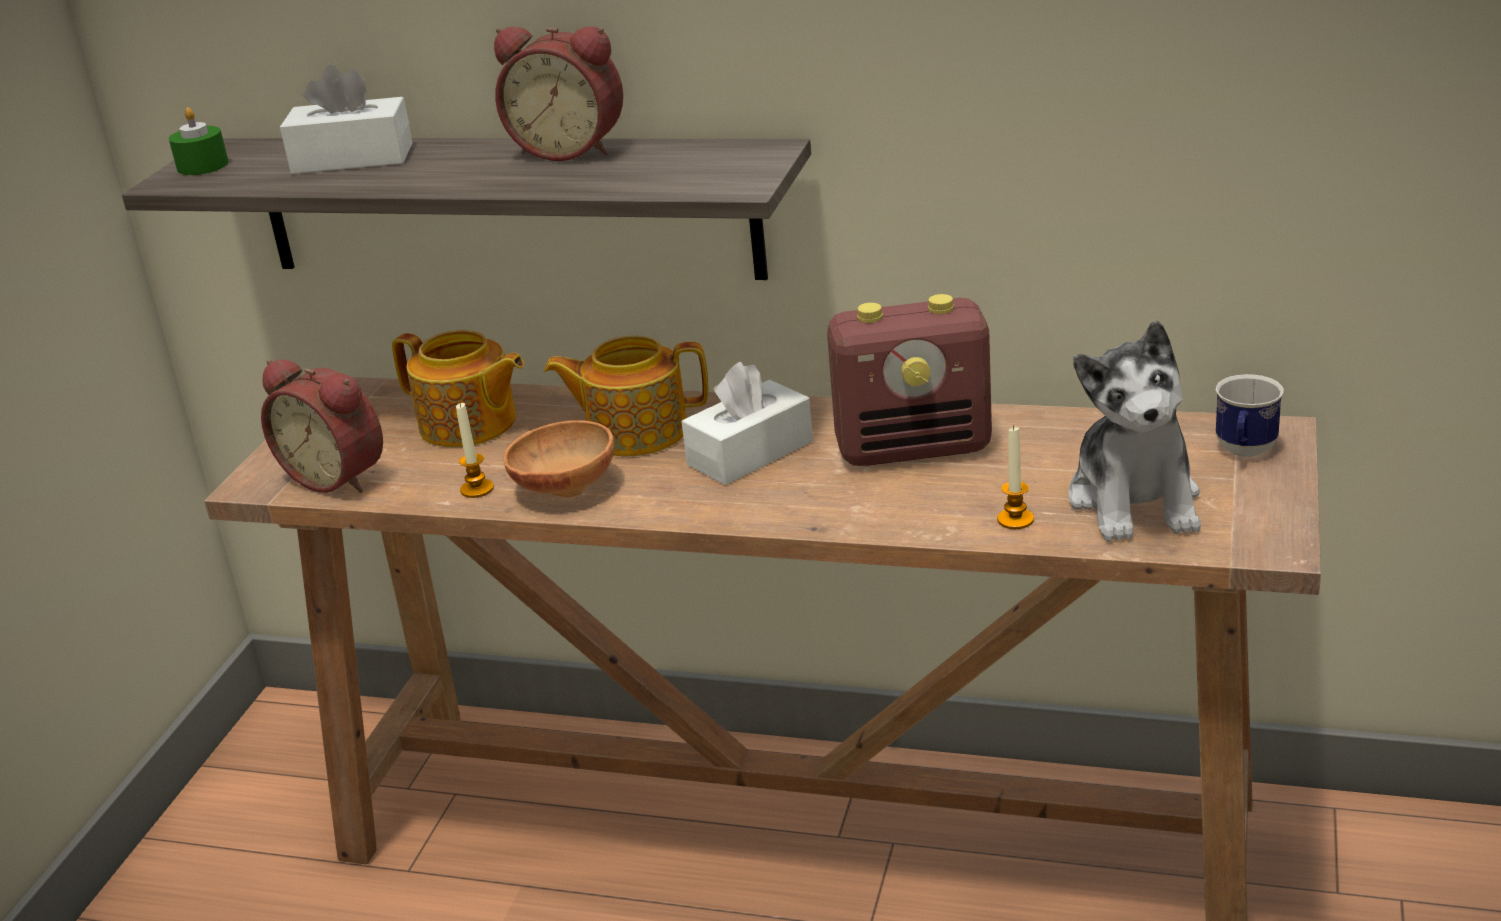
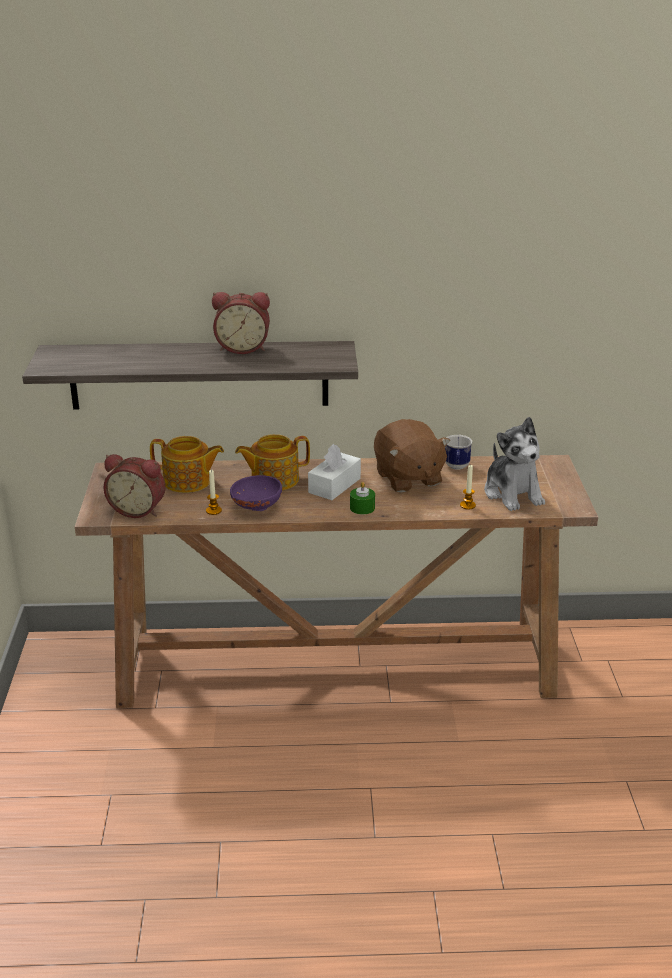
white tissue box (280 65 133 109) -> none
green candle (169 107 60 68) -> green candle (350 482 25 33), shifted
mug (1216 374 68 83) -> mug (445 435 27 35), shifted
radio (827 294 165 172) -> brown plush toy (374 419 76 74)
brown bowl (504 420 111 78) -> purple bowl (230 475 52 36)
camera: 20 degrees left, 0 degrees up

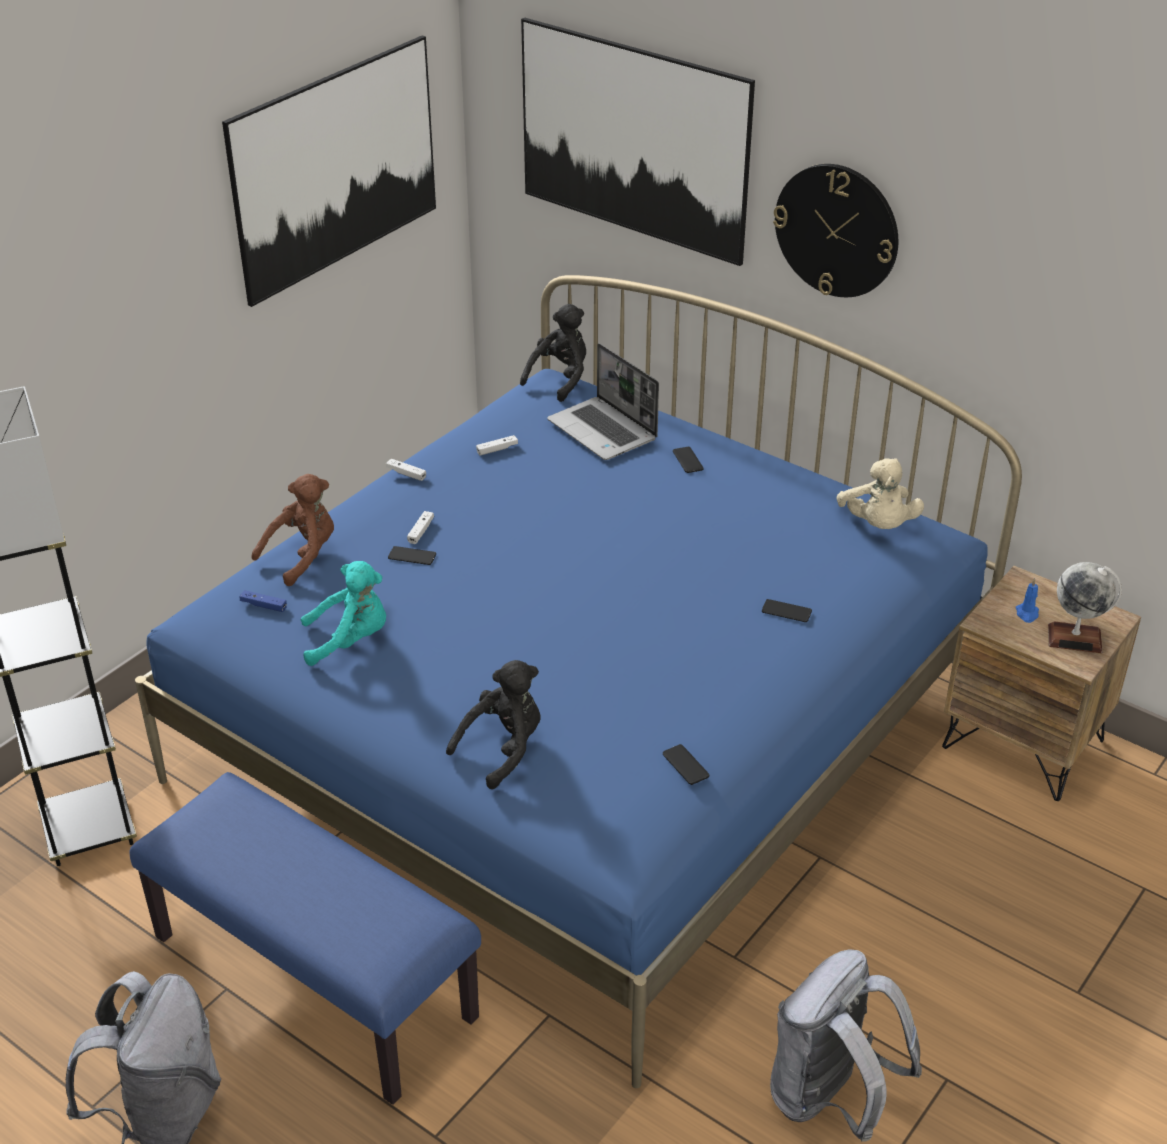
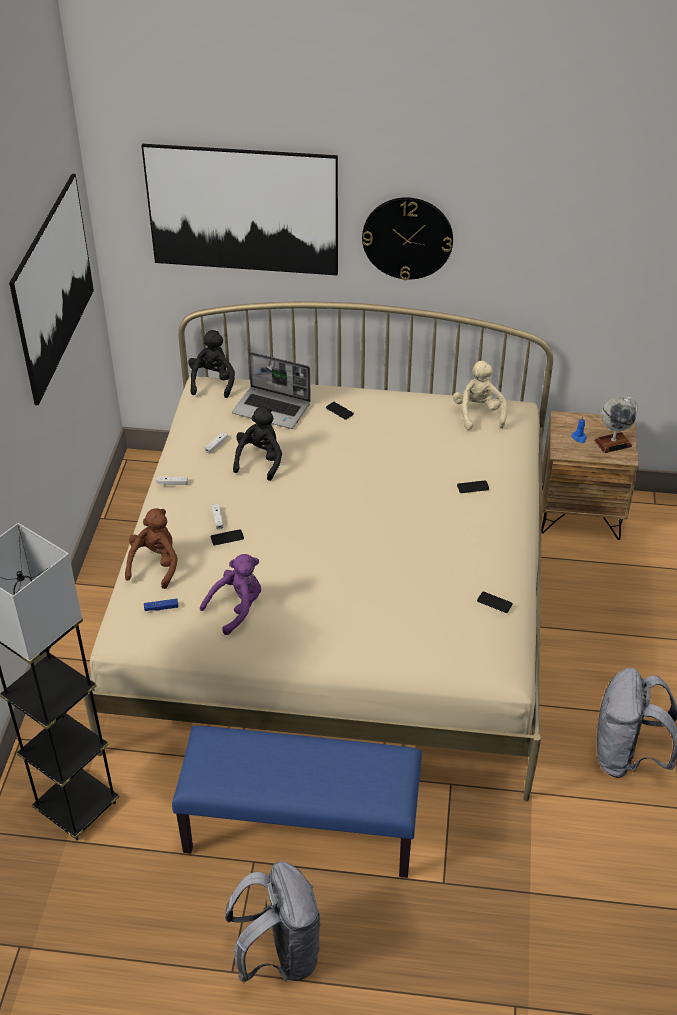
black plush toy (446 660 95 129) -> black plush toy (233 406 49 75), shifted
blue bed (135 275 887 813) -> beige bed (84 302 469 499)
turquoise plush toy (301 561 85 105) -> purple plush toy (200 554 61 81)
beige plush toy (836 458 88 71) -> beige plush toy (453 361 54 69), 150 degrees counterclockwise
camera: 30 degrees left, 5 degrees up

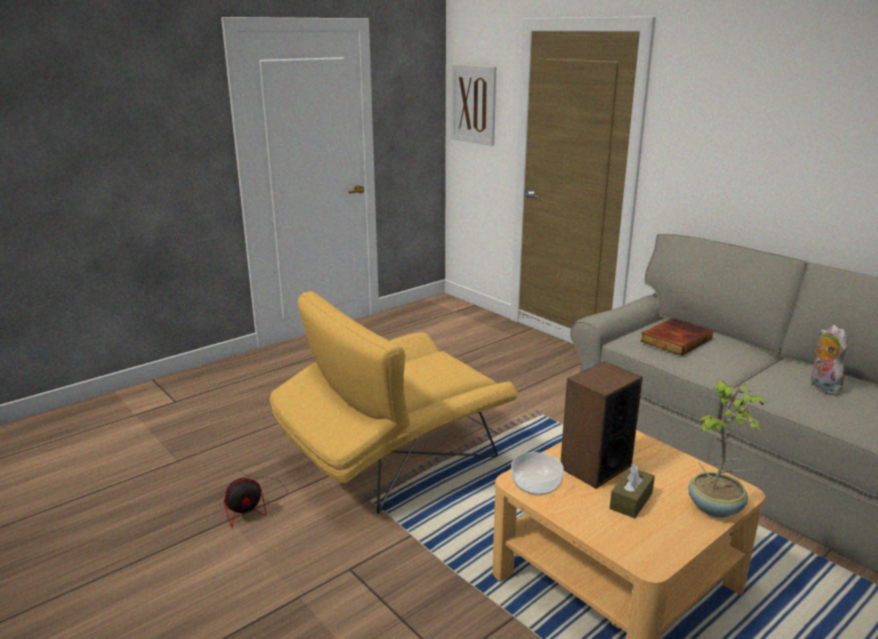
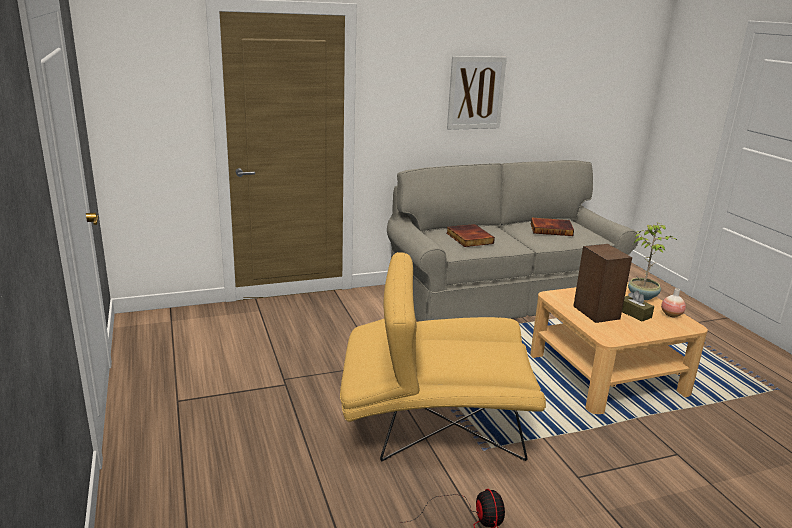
bowl (511 452 53 44) -> none
none -> vase (661 288 25 29)
picture (451 64 45 82) -> picture (447 56 60 74), shifted
plush toy (811 325 36 71) -> book (530 217 44 19)
yellow armchair (270 291 248 223) -> yellow armchair (340 252 206 210), 105 degrees clockwise
camera: 70 degrees left, 0 degrees up

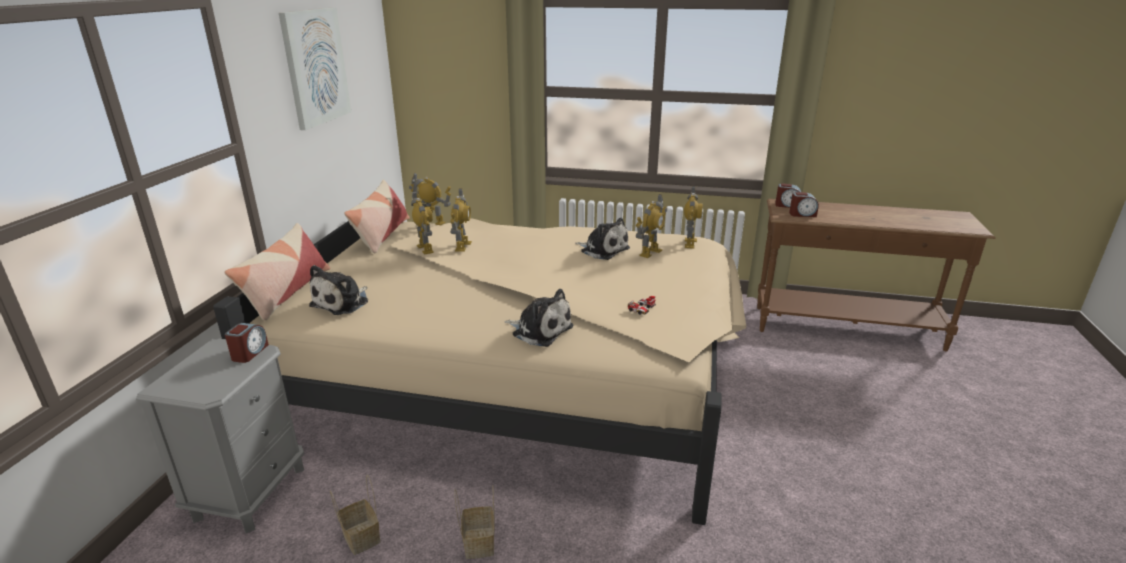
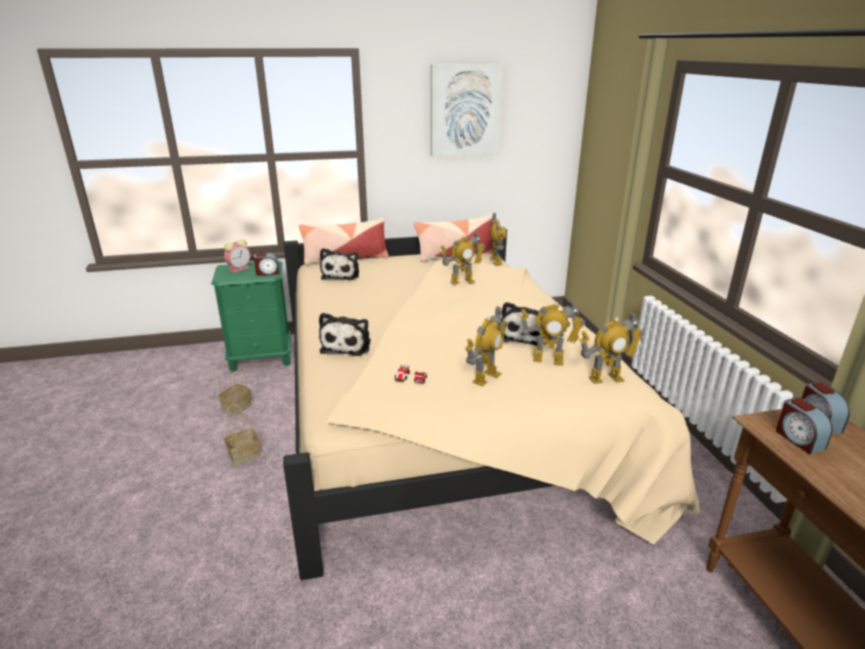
none -> alarm clock (224 239 26 33)
toy robot (411 191 23 64) -> toy robot (465 306 43 80), shifted
grey nightstand (136 338 168 195) -> green nightstand (211 261 80 111)
plush toy (309 265 59 50) -> plush toy (320 248 39 32), 90 degrees counterclockwise
camera: 65 degrees right, 0 degrees up

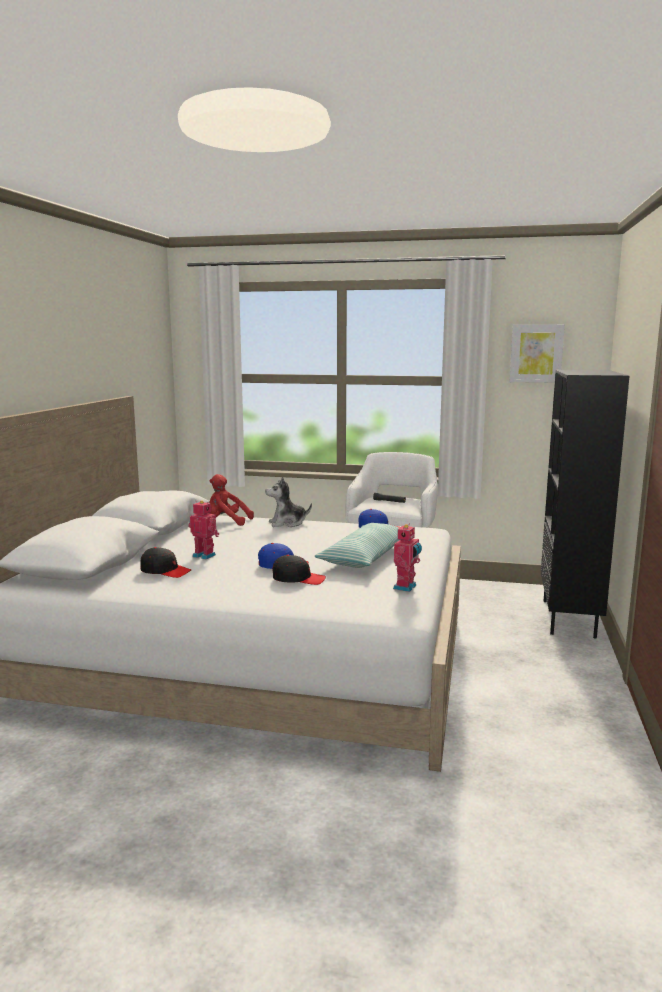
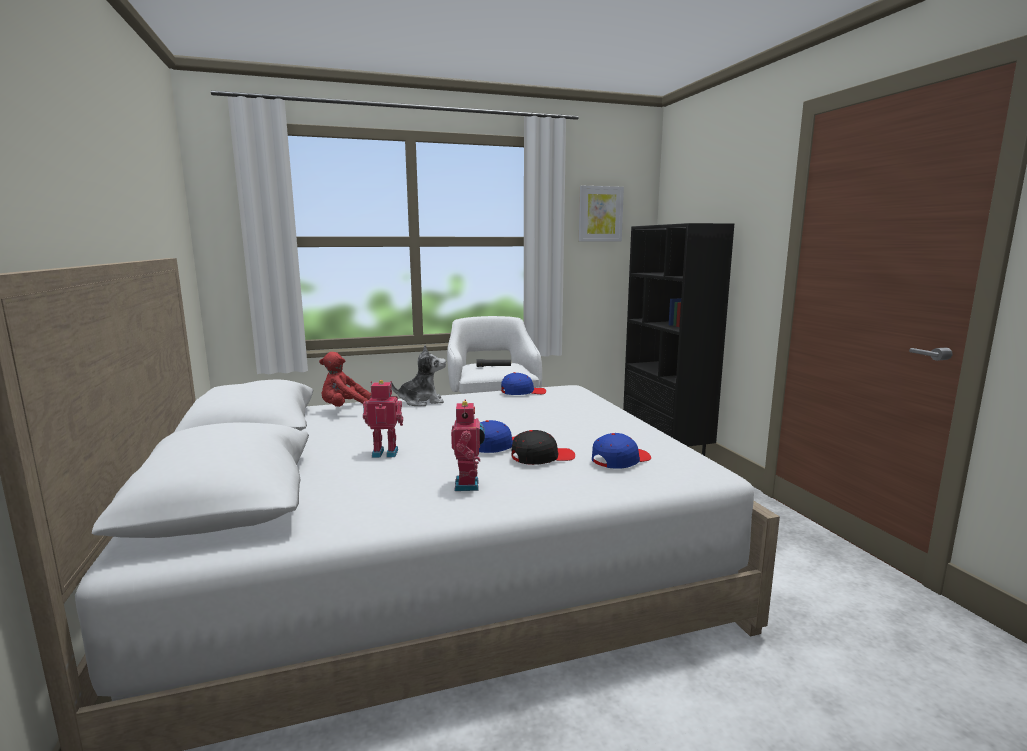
black cap (140 547 51 31) -> none
pillow (314 523 85 45) -> none
none -> blue cap (592 433 59 36)
toy robot (393 523 29 69) -> toy robot (451 400 34 91), shifted
plush toy (265 477 47 50) -> plush toy (392 345 54 61), 150 degrees counterclockwise
camera: 30 degrees left, 0 degrees up

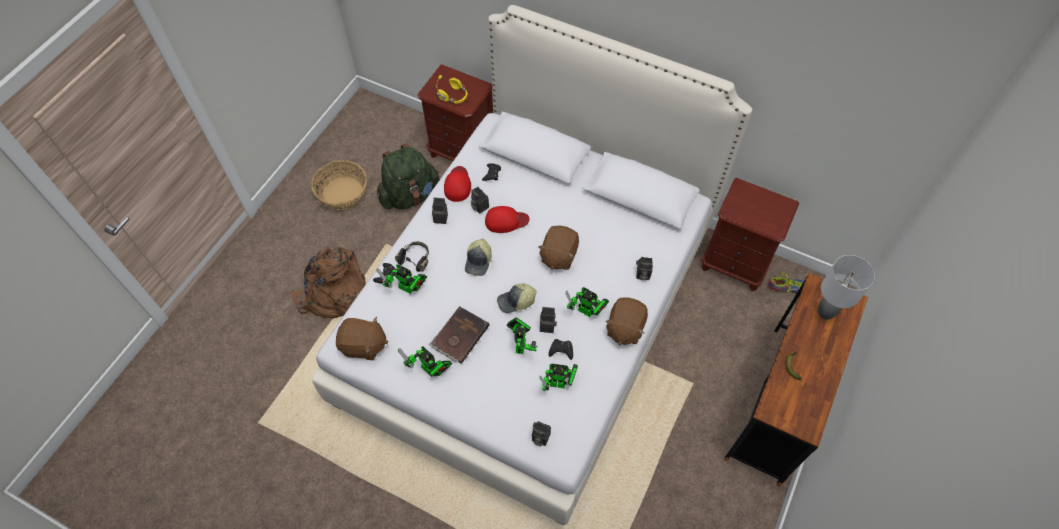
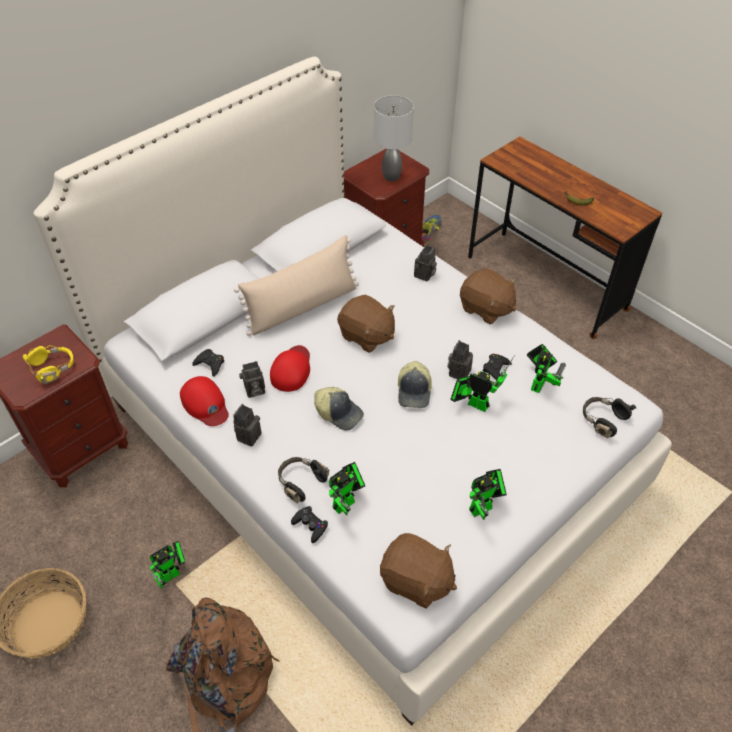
green backpack (377 143 63 67) -> none
brown book (429 306 60 58) -> none
none -> beige pillow (234 235 125 101)
toy robot (566 287 43 30) -> toy robot (148 541 38 47), shifted
grey table lamp (818 255 57 65) -> grey table lamp (374 95 40 86), shifted
photo camera (532 421 19 25) -> black headphones (583 397 53 41)
brown plush toy (336 317 52 43) -> brown plush toy (380 533 77 76), 90 degrees clockwise
red cap (444 166 27 36) -> red cap (180 376 49 50), 150 degrees counterclockwise
camera: 70 degrees left, 10 degrees down

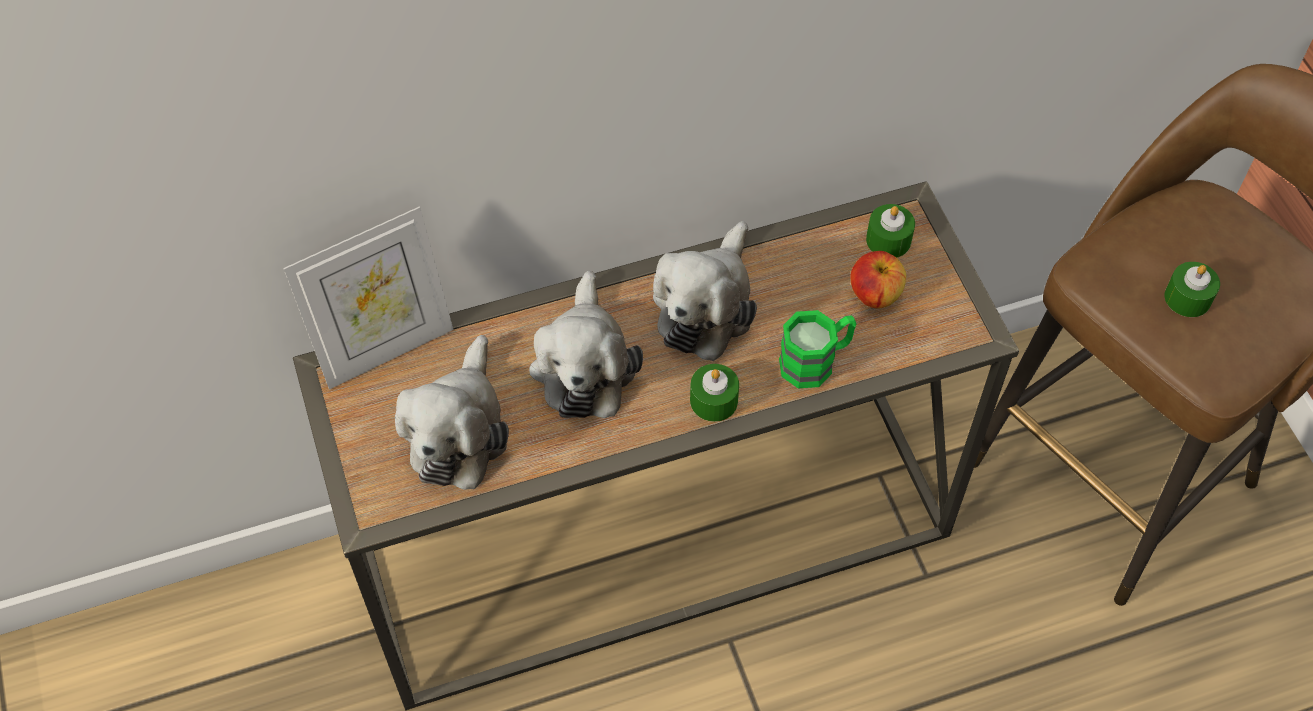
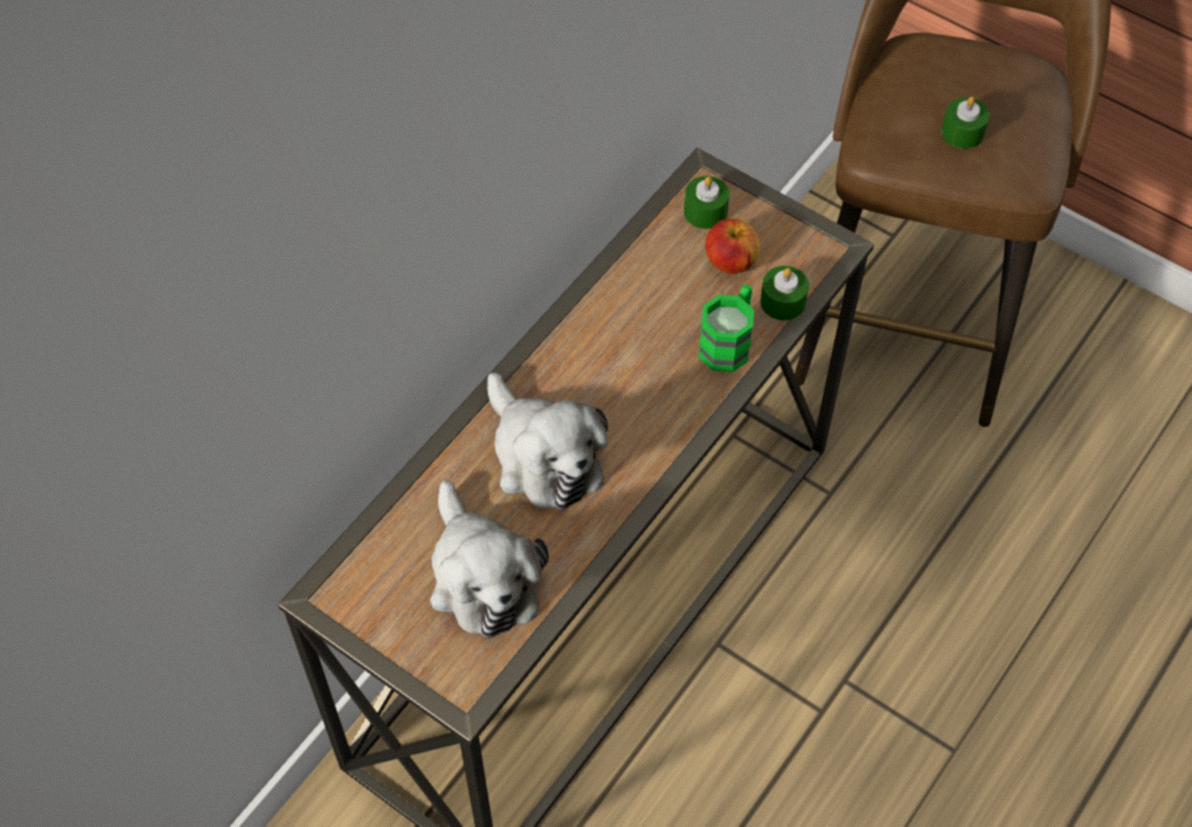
picture frame (283 206 171 183) -> none
plush toy (653 221 104 140) -> none
green candle (690 364 49 58) -> green candle (760 266 49 55), shifted
camera: 35 degrees left, 0 degrees up

